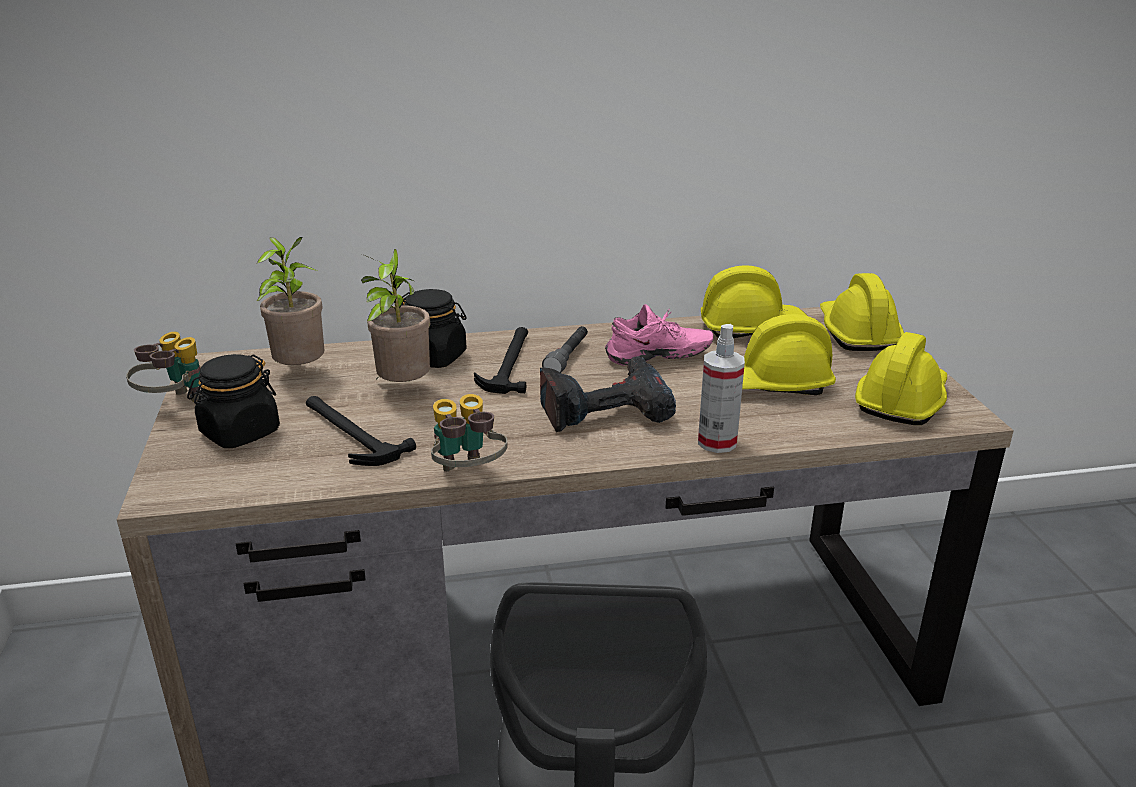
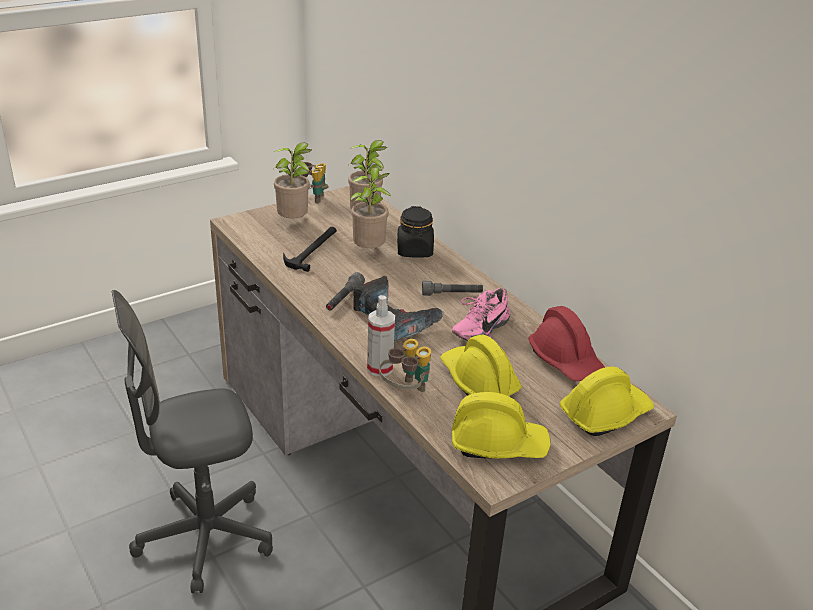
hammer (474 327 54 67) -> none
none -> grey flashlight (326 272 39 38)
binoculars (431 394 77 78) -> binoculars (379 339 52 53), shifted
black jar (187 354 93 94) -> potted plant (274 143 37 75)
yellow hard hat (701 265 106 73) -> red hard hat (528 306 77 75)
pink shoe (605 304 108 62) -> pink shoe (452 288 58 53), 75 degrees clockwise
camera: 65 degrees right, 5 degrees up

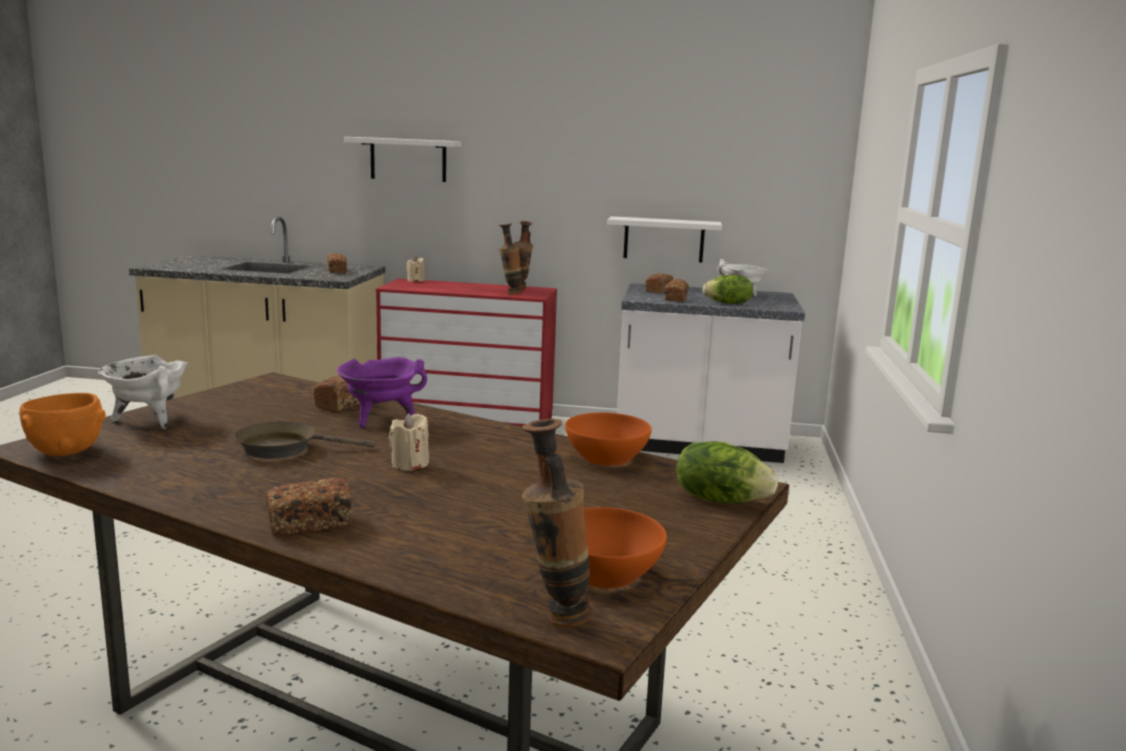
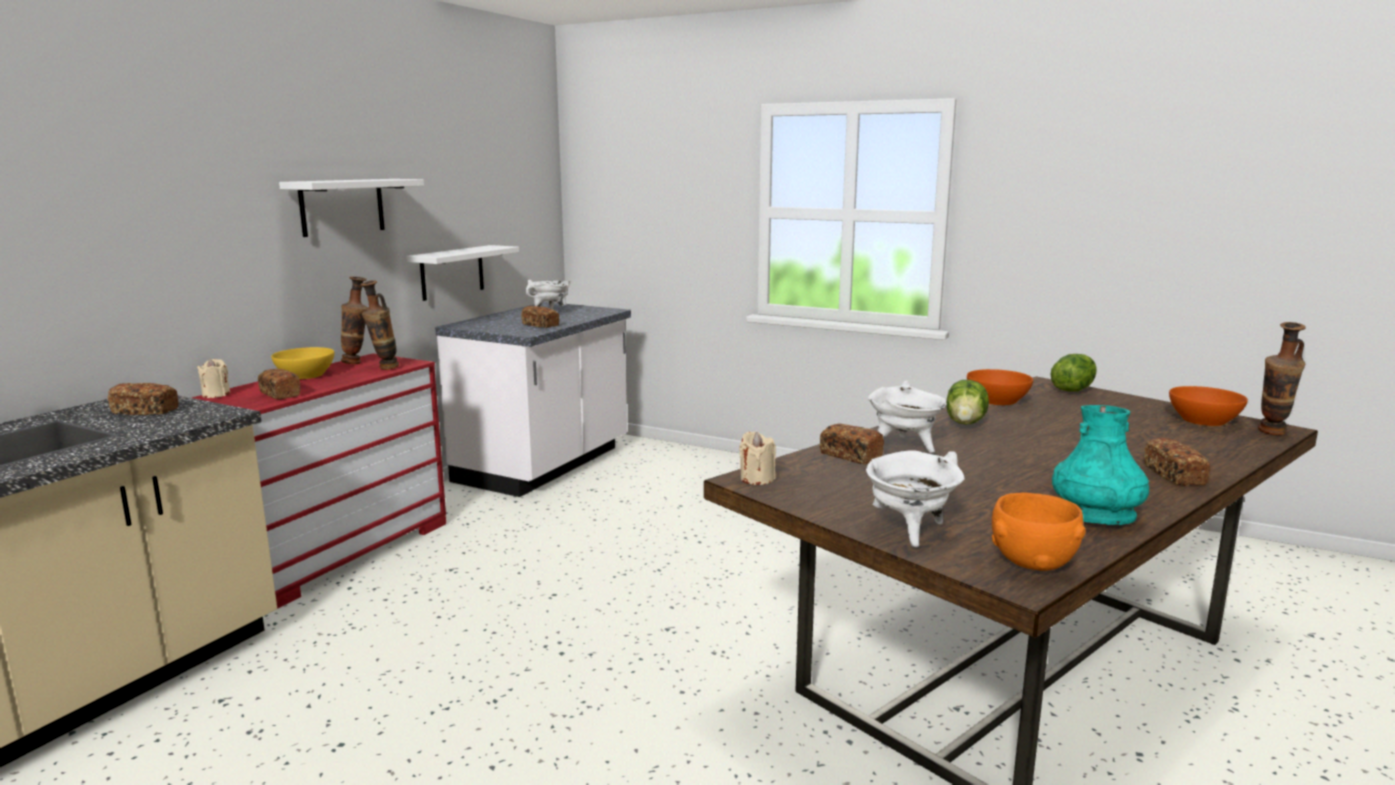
brown frying pan (234 421 141 38) -> none
none -> yellow bowl (271 347 63 32)
none -> turquoise vase (1052 405 97 120)
white shelf (344 137 117 45) -> white shelf (279 179 145 58), shifted
beige candle (389 413 40 58) -> beige candle (739 432 37 53), shifted
bread (645 273 28 21) -> bread (258 369 43 30), shifted
lettuce (702 275 51 29) -> lettuce (946 380 43 45), shifted
purple cooking pot (337 357 90 71) -> white cooking pot (868 380 79 73)
camera: 70 degrees left, 0 degrees up

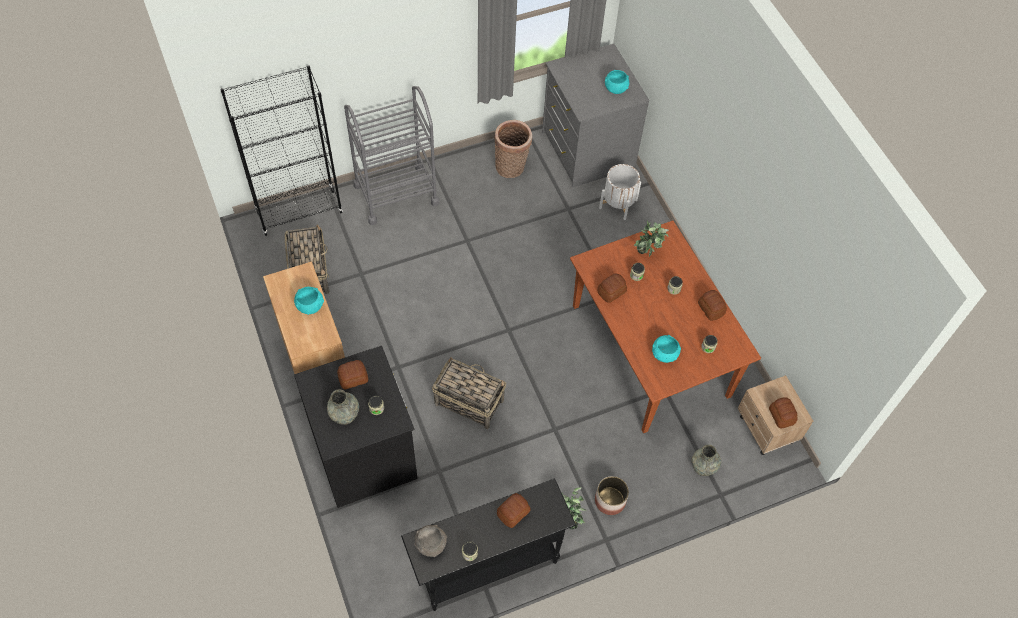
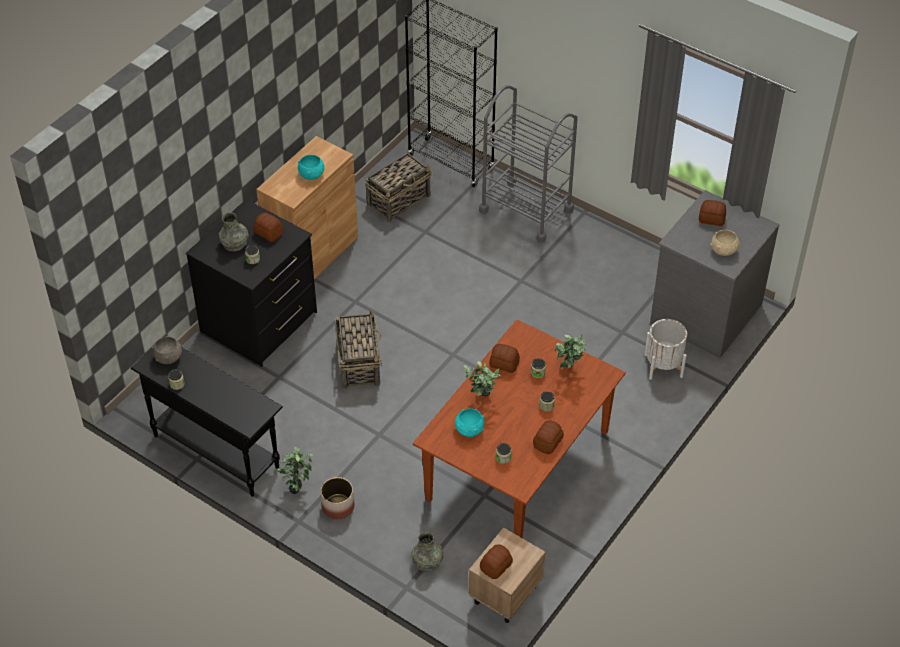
basket (494 120 38 58) -> none
none -> potted plant (464 361 38 36)
bread (497 493 33 35) -> bread (699 200 27 26), shifted
turquoise bowl (605 70 24 24) -> beige bowl (711 230 29 26)
camera: 60 degrees right, 10 degrees down

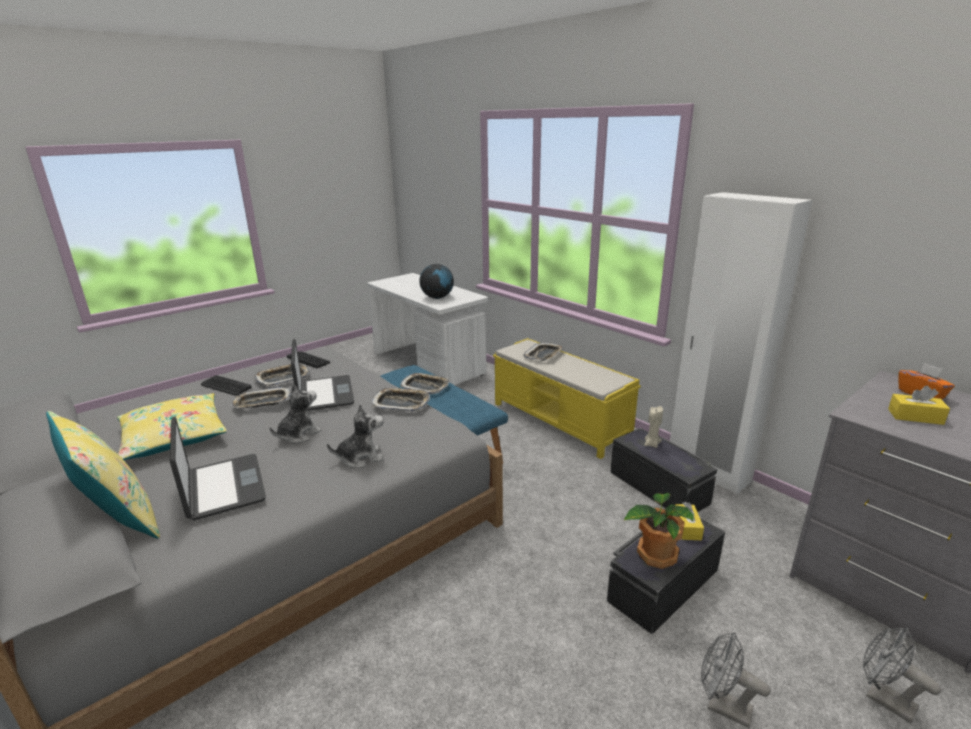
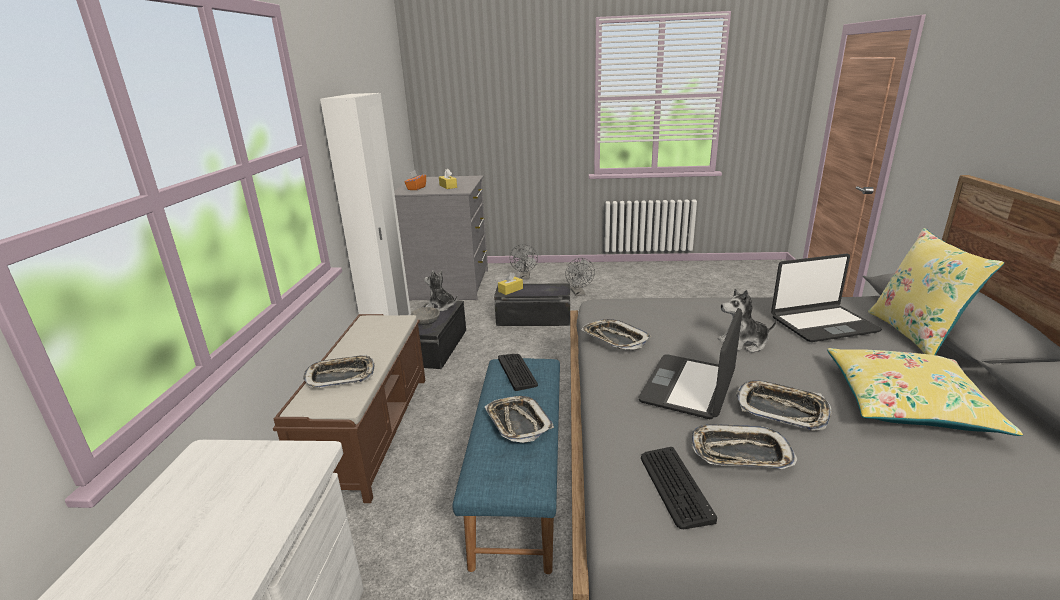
globe (419 264 35 35) -> none
potted plant (624 493 69 76) -> none
keyboard (201 375 51 20) -> keyboard (498 354 40 37), shifted
plush toy (327 404 57 64) -> plush toy (424 270 34 42), shifted
beige candle (644 406 19 42) -> grey bowl (411 307 29 18)
yellow bench (493 338 148 121) -> brown bench (273 314 152 189)
laptop (170 416 96 104) -> laptop (771 254 111 88), 120 degrees counterclockwise
camera: 135 degrees left, 0 degrees up

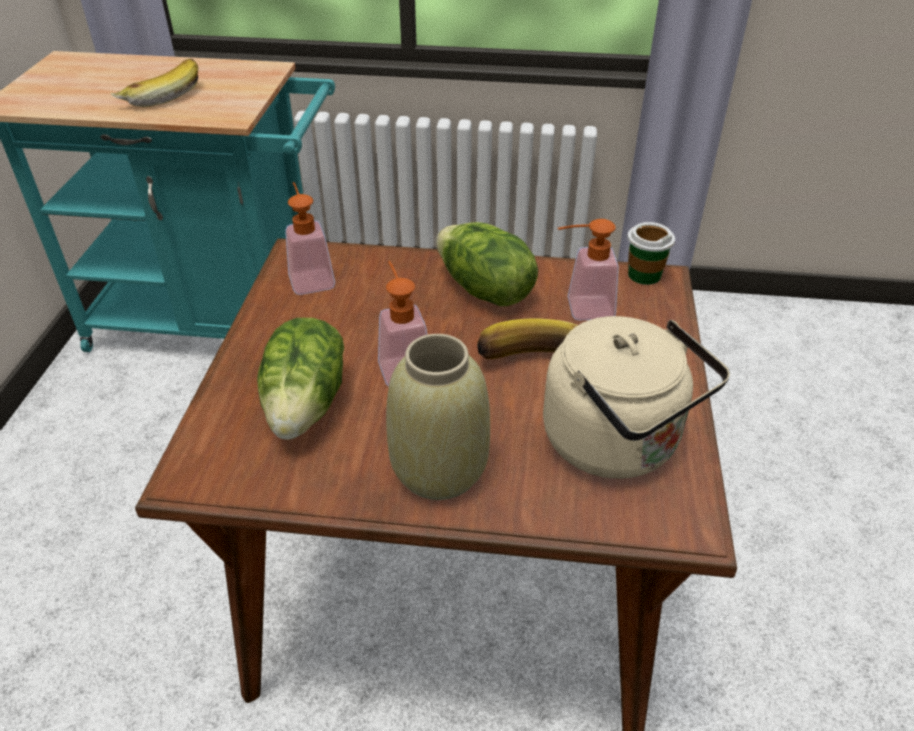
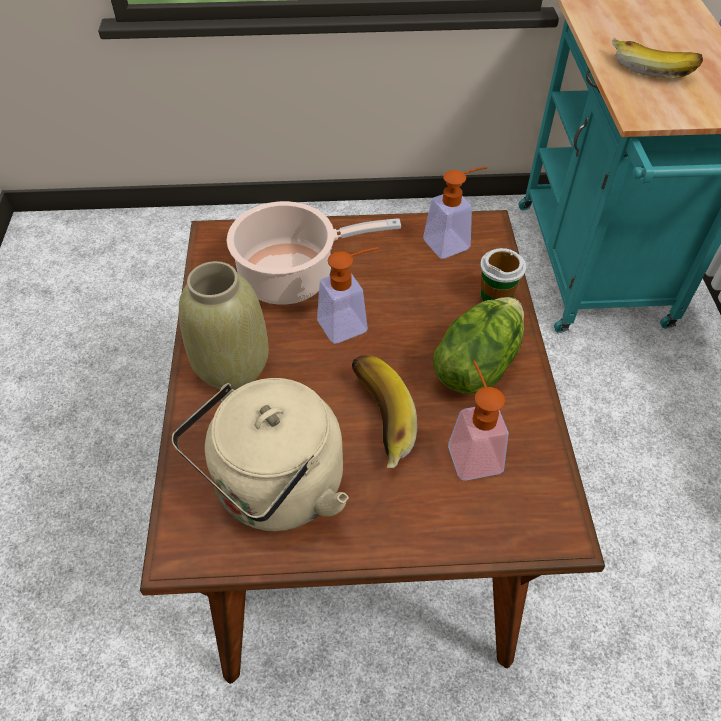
cup (627 222 48 63) -> cup (480 248 46 54), shifted
lettuce (257 318 87 122) -> cooking pot (227 201 174 104)
camera: 80 degrees right, 10 degrees up

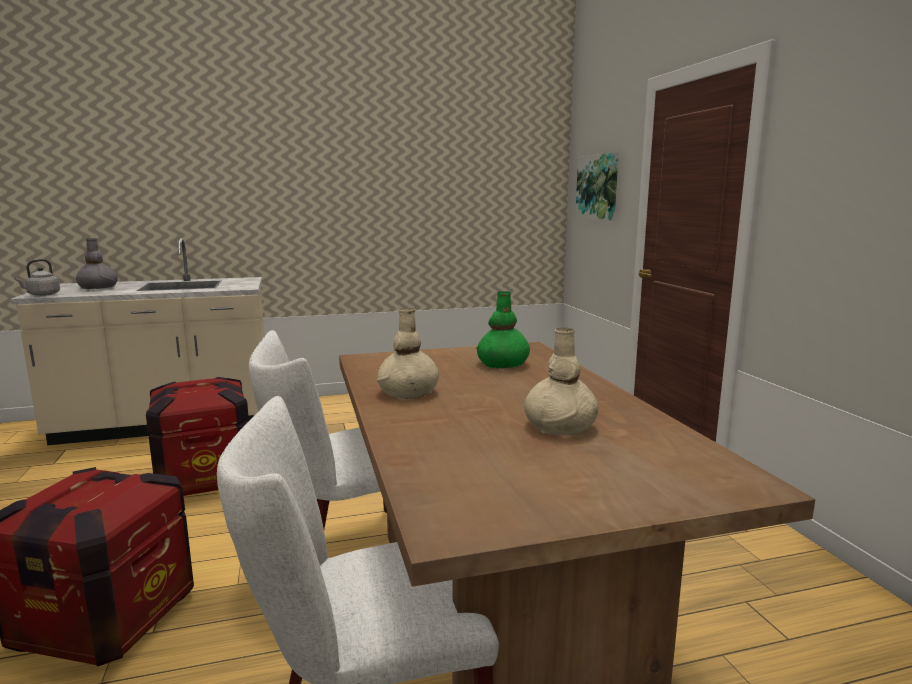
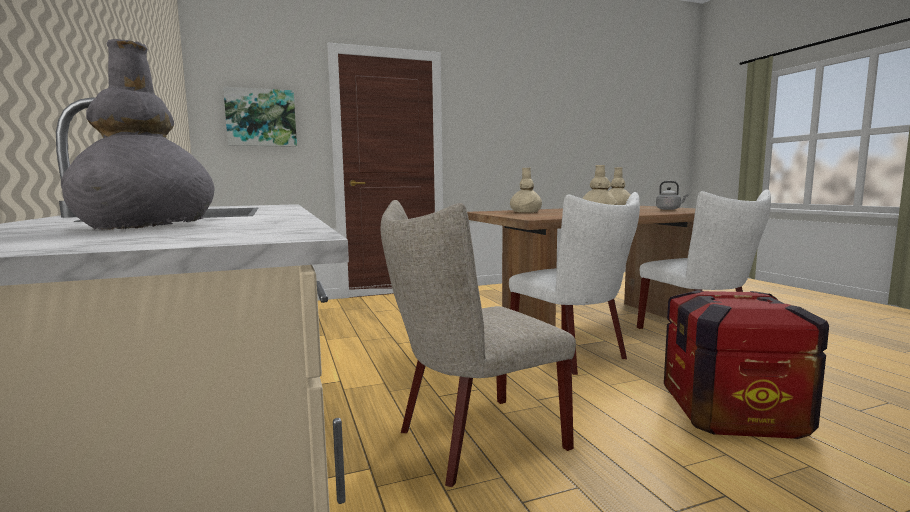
grey kettle (14 259 46 37) -> grey kettle (656 181 33 29), shifted
crate (146 377 103 119) -> beige chair (381 200 195 287)
green vase (476 291 54 78) -> beige vase (510 168 32 45)
camera: 95 degrees left, 5 degrees down

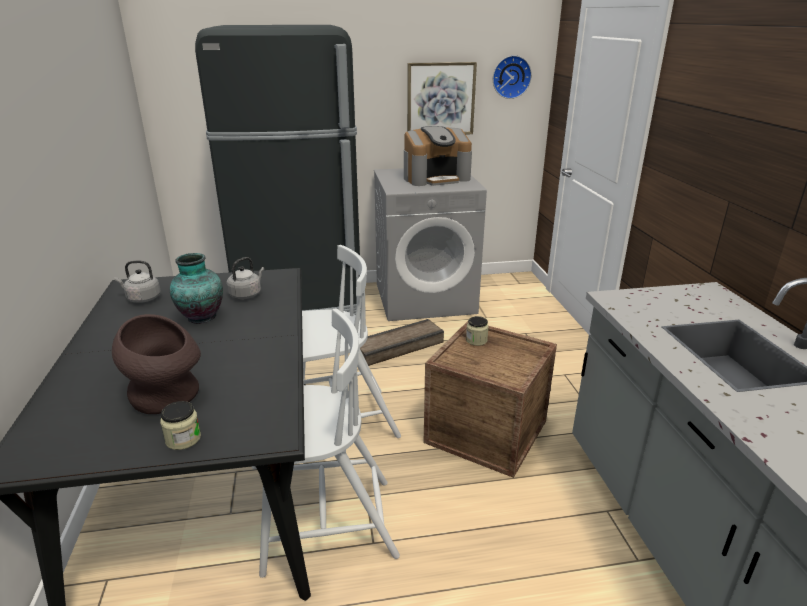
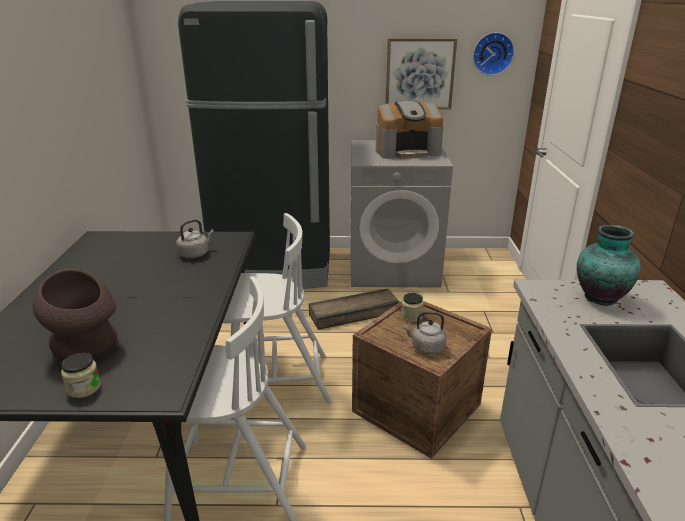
grey kettle (115 261 46 42) -> grey kettle (403 311 44 43), shifted
vase (170 253 53 71) -> vase (577 225 64 81), shifted
camera: 10 degrees right, 0 degrees up

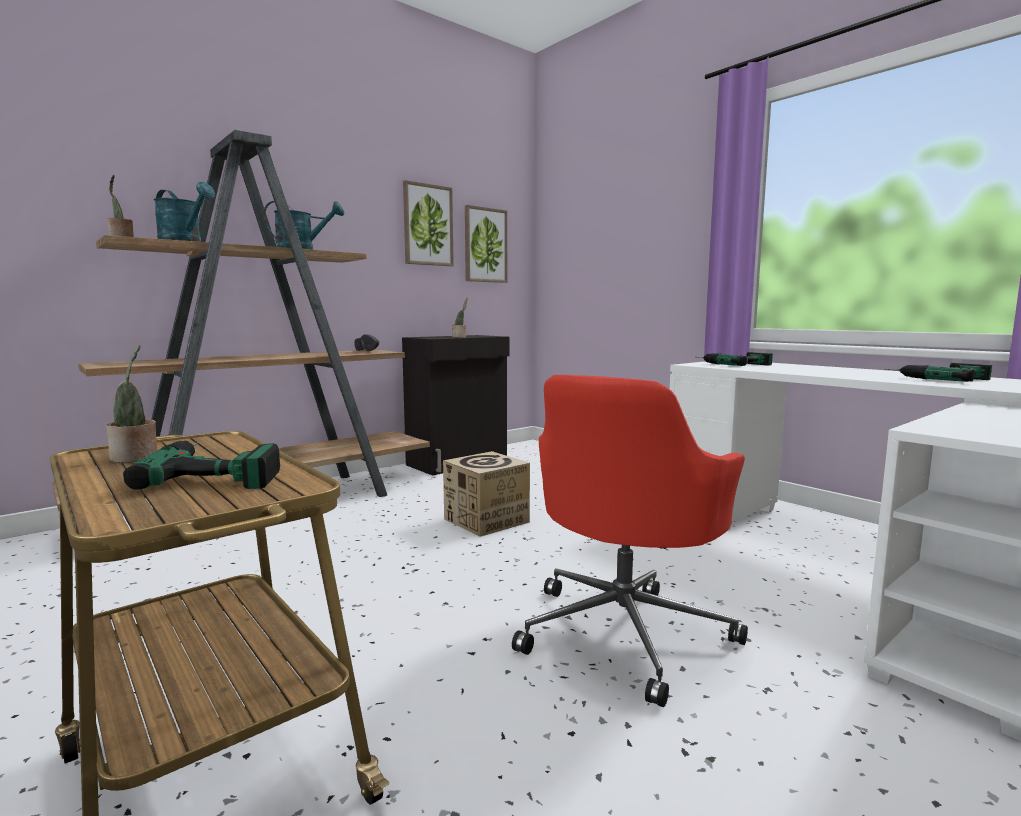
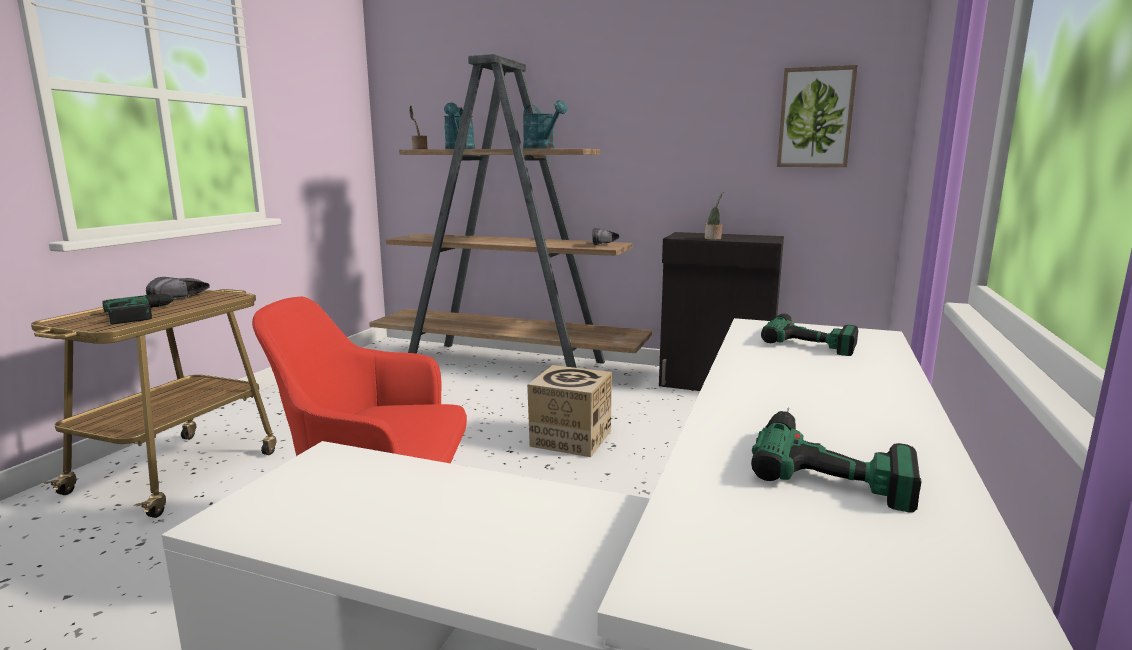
picture (403 180 51 86) -> none
potted plant (106 345 51 118) -> black shoe (146 277 64 21)
camera: 60 degrees right, 5 degrees up

